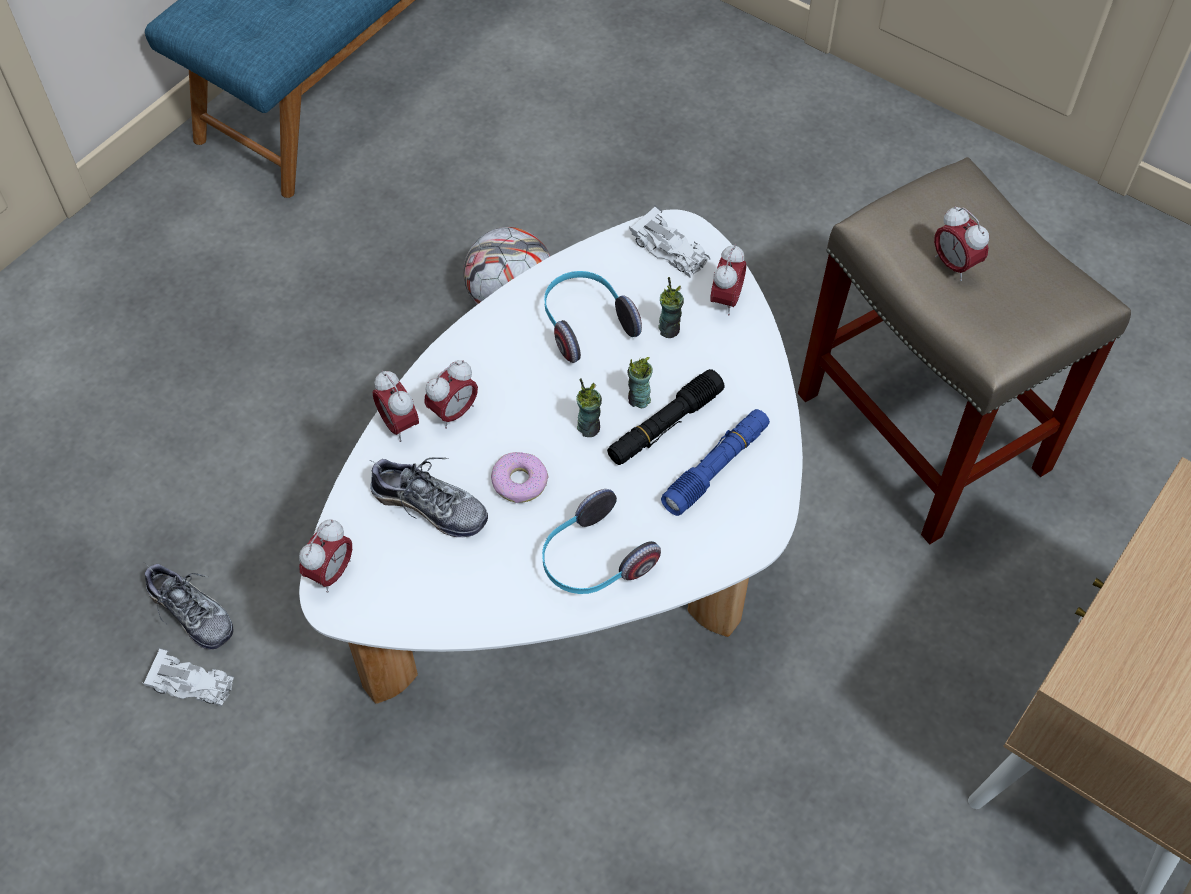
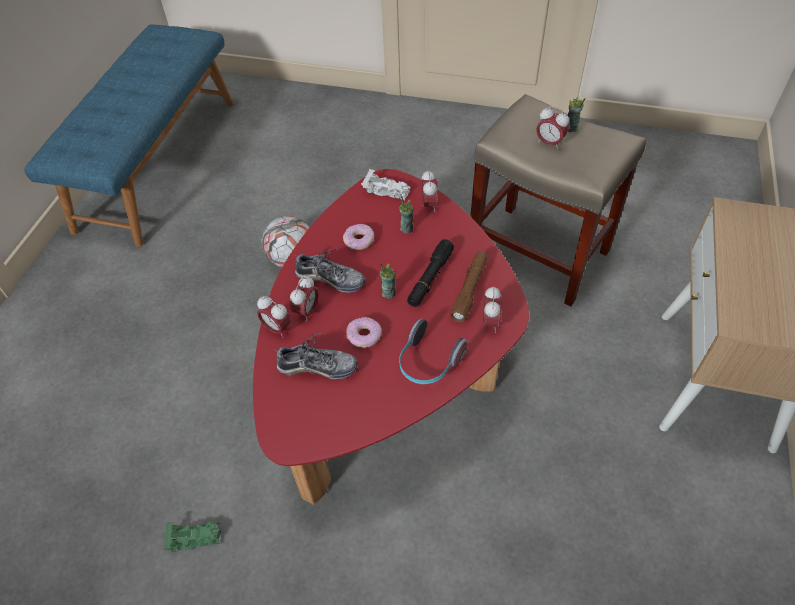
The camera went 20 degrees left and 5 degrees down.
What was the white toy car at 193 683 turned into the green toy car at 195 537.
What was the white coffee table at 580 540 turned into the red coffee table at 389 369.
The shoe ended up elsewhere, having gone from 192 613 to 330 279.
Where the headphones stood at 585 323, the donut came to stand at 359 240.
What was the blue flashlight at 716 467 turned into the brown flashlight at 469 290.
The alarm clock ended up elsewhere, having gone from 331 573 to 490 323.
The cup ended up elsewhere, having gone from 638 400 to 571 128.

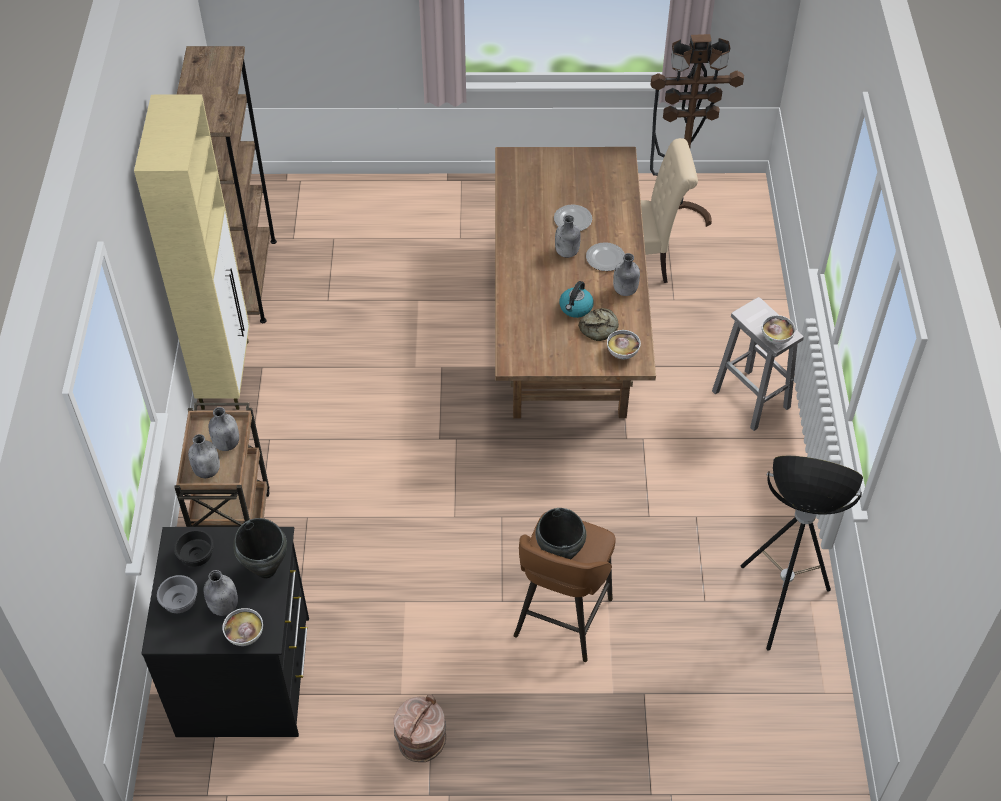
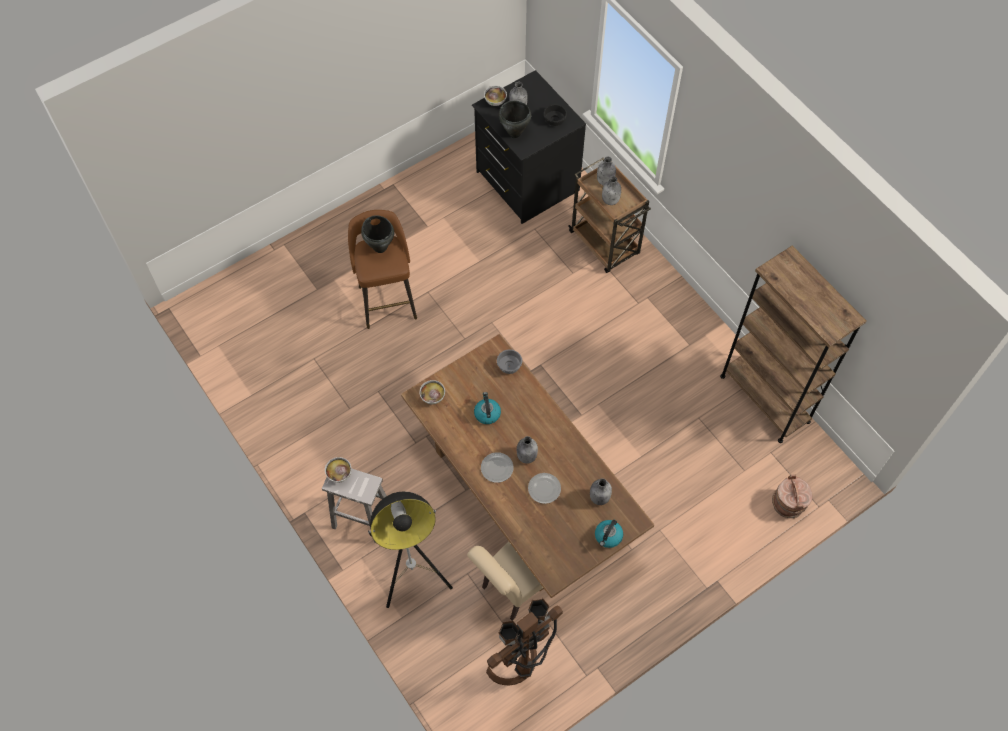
The camera went 145 degrees right and 10 degrees up.
The floor lamp ended up elsewhere, having gone from 778 604 to 413 575.
The grey bowl ended up elsewhere, having gone from 179 601 to 510 366.
The grey bottle ended up elsewhere, having gone from 625 291 to 599 497.
The second view gained the kettle at 608 536.
The brown bucket ended up elsewhere, having gone from 421 740 to 788 504.
The second view lost the beige cabinet at 226 373.
The second view lost the bread at 600 328.

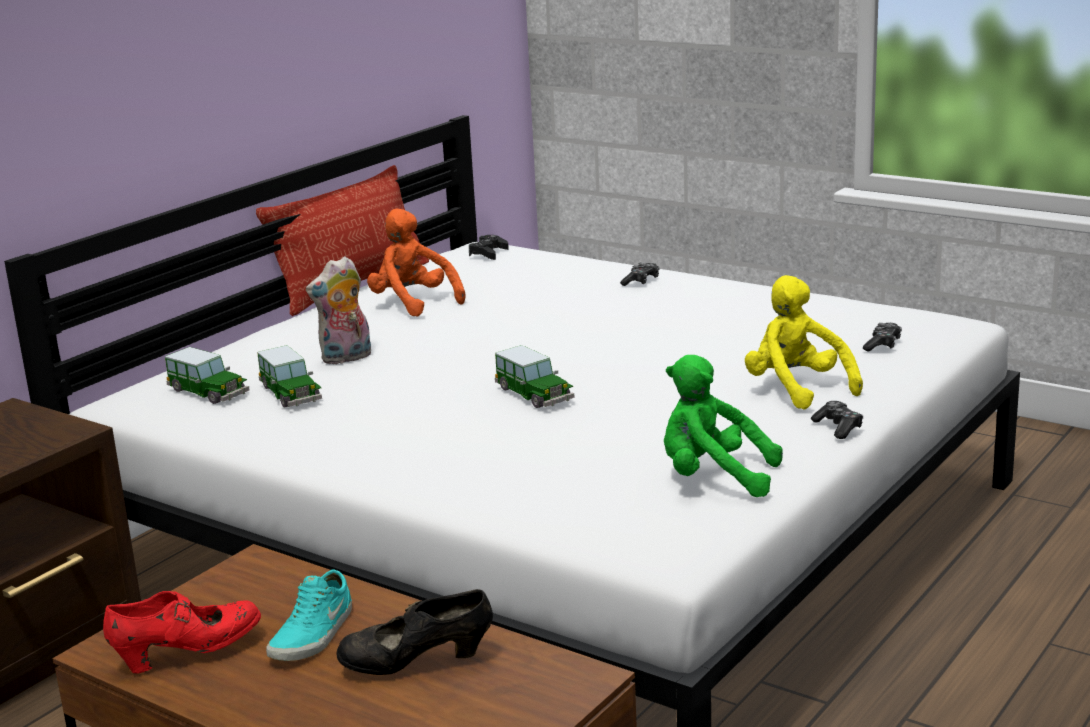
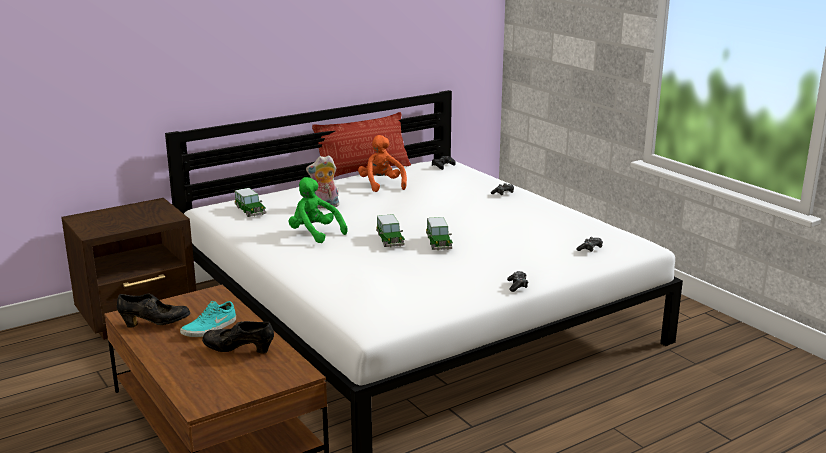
The camera went 20 degrees right and 0 degrees up.
What was the red shoe at 189 654 turned into the black shoe at 155 324.
The green plush toy ended up elsewhere, having gone from 713 478 to 314 234.
The toy car ended up elsewhere, having gone from 290 394 to 438 243.
The second view lost the yellow plush toy at 796 389.

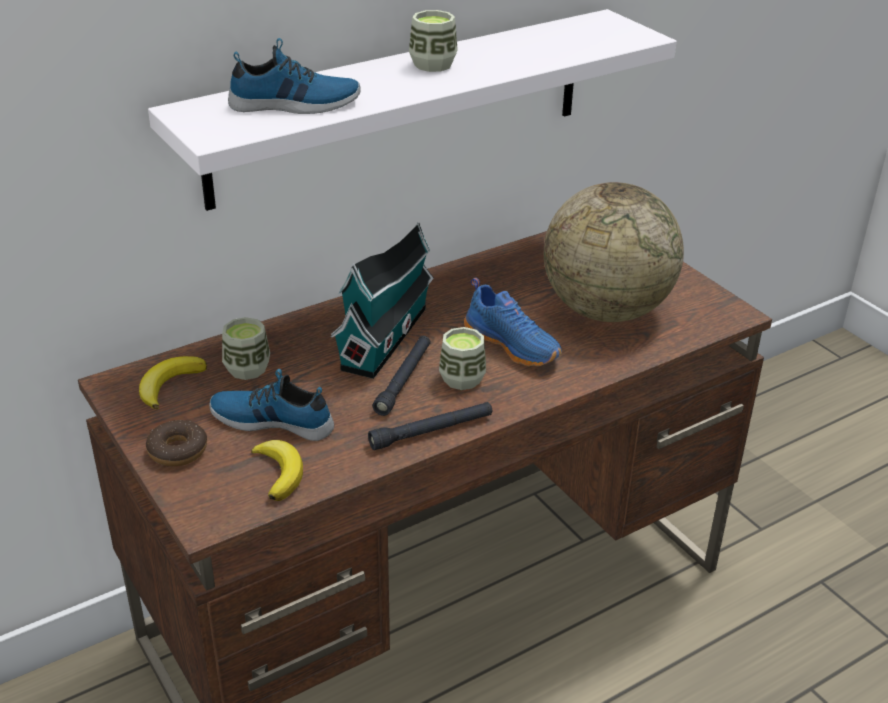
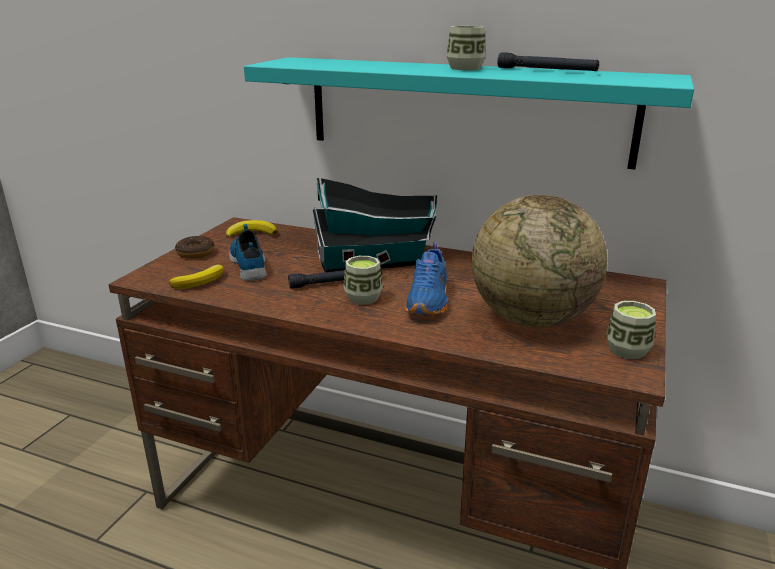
The camera went 55 degrees right and 10 degrees down.
What was the white shelf at 401 106 turned into the turquoise shelf at 465 110.
The black flashlight ended up elsewhere, having gone from 431 431 to 546 70.
The cup ended up elsewhere, having gone from 247 369 to 627 350.
The second view lost the shoe at 295 104.

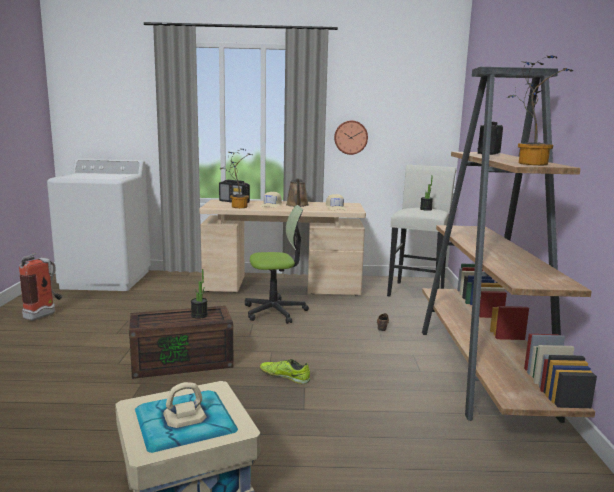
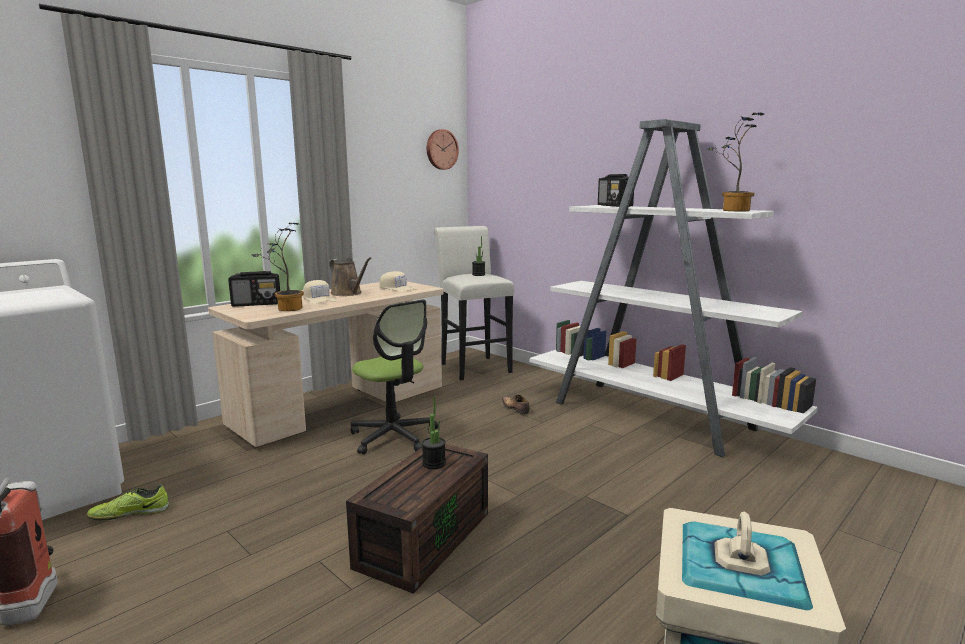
The camera went 45 degrees left and 0 degrees up.
The shoe ended up elsewhere, having gone from 284 376 to 130 514.
The office chair at 275 311 ended up facing another way, 105 degrees clockwise from before.
The wall clock ended up elsewhere, having gone from 350 137 to 441 149.
What was the brown bookcase at 482 372 turned into the white bookcase at 654 416.

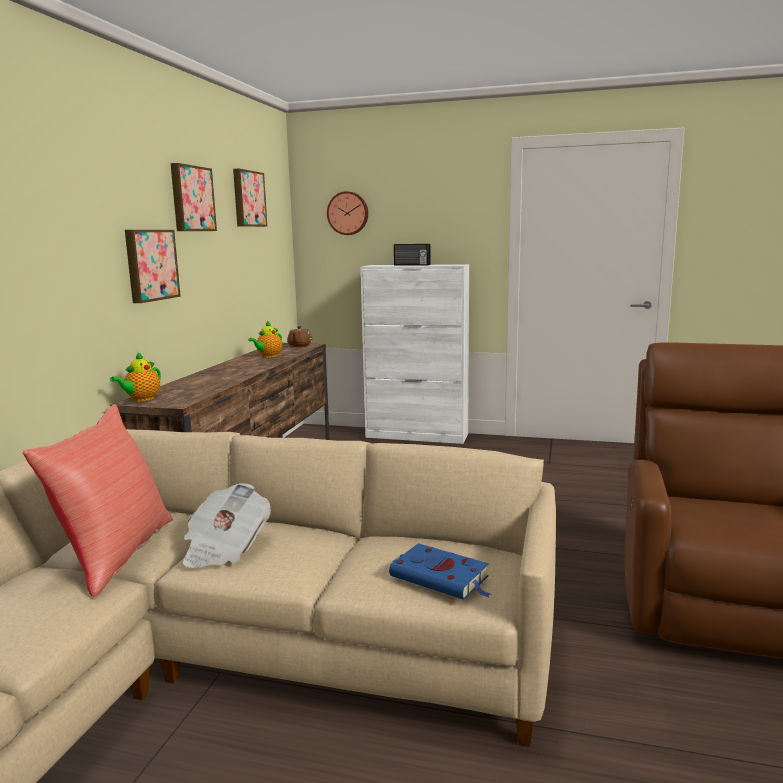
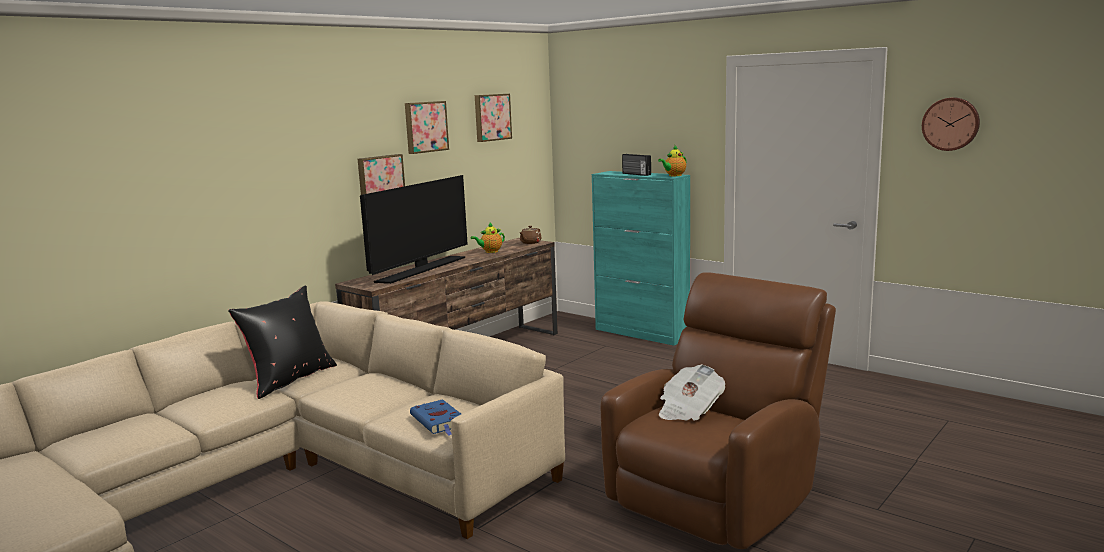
The camera went 25 degrees right and 0 degrees up.
What was the red pillow at 115 554 turned into the black pillow at 289 379.
The second view gained the television at 421 270.
What was the white cabinet at 417 436 turned into the turquoise cabinet at 642 333.
The teapot ended up elsewhere, having gone from 141 399 to 674 175.
The newspaper ended up elsewhere, having gone from 225 548 to 688 410.
The wall clock ended up elsewhere, having gone from 348 213 to 951 124.

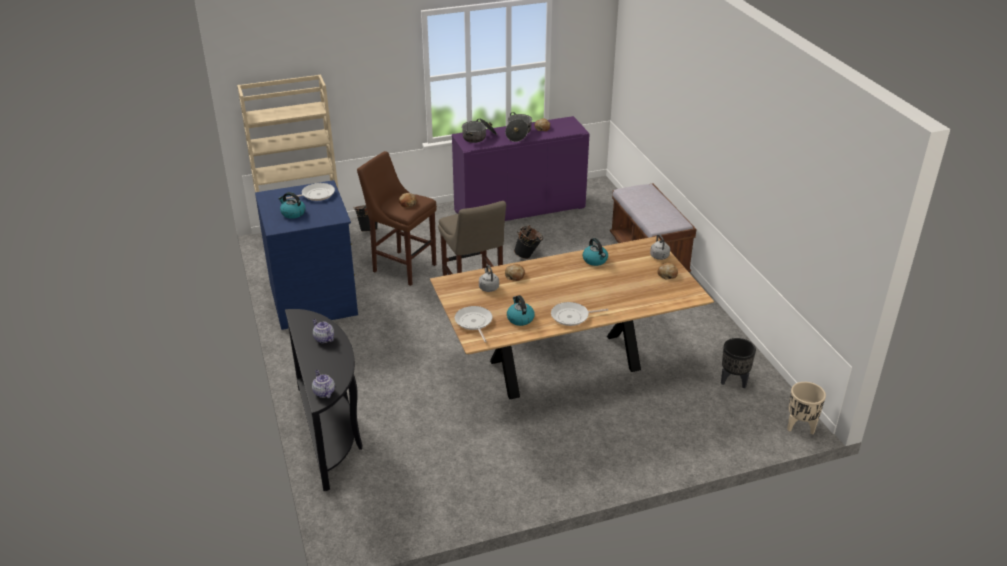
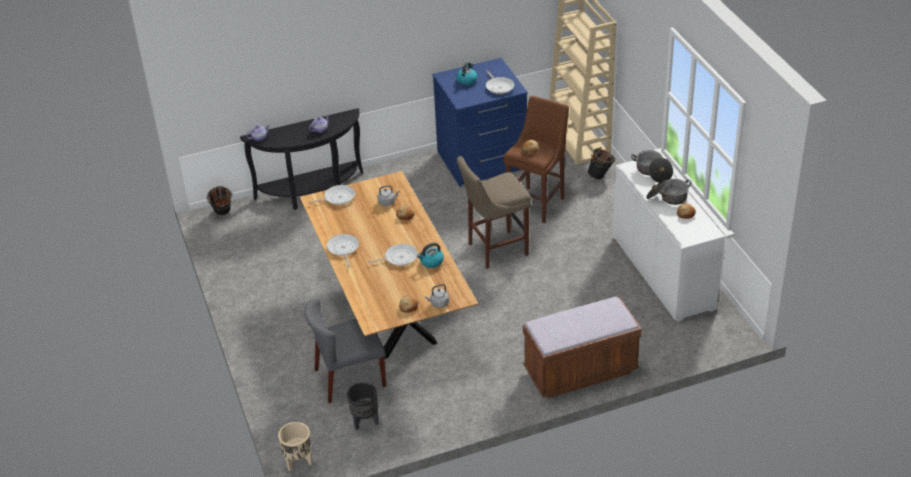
The camera went 90 degrees right and 5 degrees up.
The black bucket ended up elsewhere, having gone from 528 256 to 222 214.
The second view gained the grey chair at 349 378.
The second view gained the frying pan at 399 257.
What was the purple cabinet at 519 209 turned into the white cabinet at 662 272.
The second view lost the kettle at 520 318.

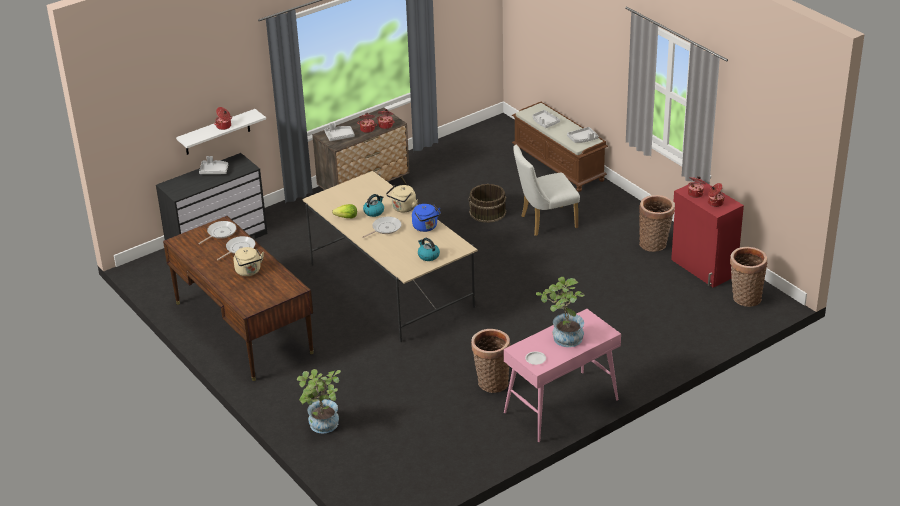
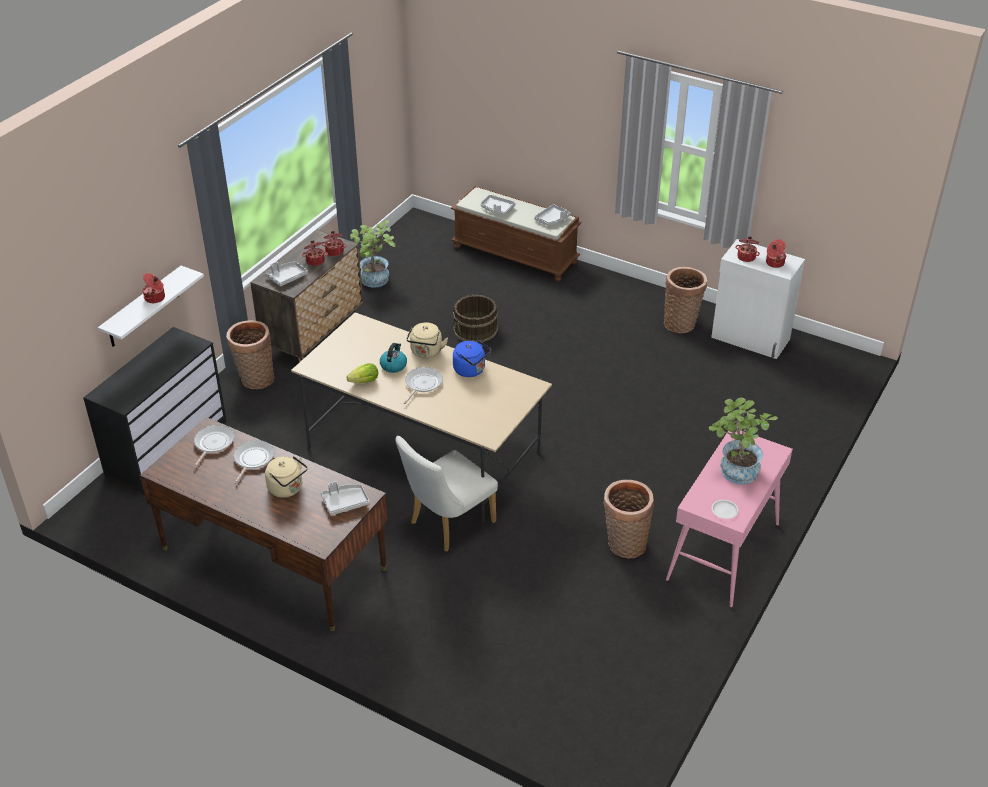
The camera went 25 degrees left and 5 degrees up.
The basket ended up elsewhere, having gone from 744 298 to 255 379.
The grey tray ended up elsewhere, having gone from 214 171 to 345 502.
The potted plant ended up elsewhere, having gone from 322 427 to 375 282.
The white chair ended up elsewhere, having gone from 544 222 to 447 525.
What was the red cabinet at 703 268 turned into the white cabinet at 750 339.
The second view lost the kettle at 428 256.

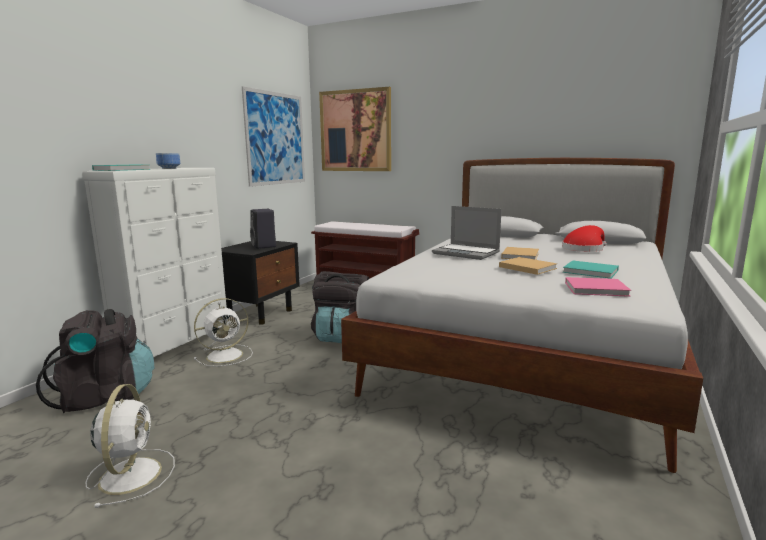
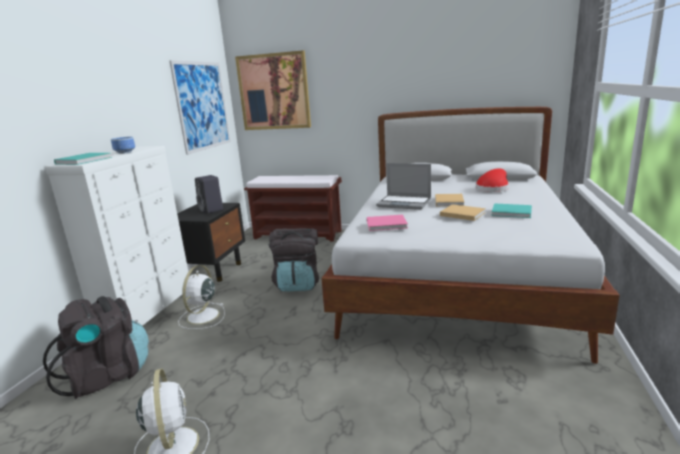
The camera went 10 degrees left and 5 degrees up.
The white fan at 226 355 ended up facing another way, 150 degrees clockwise from before.
The pink book ended up elsewhere, having gone from 598 289 to 388 224.

